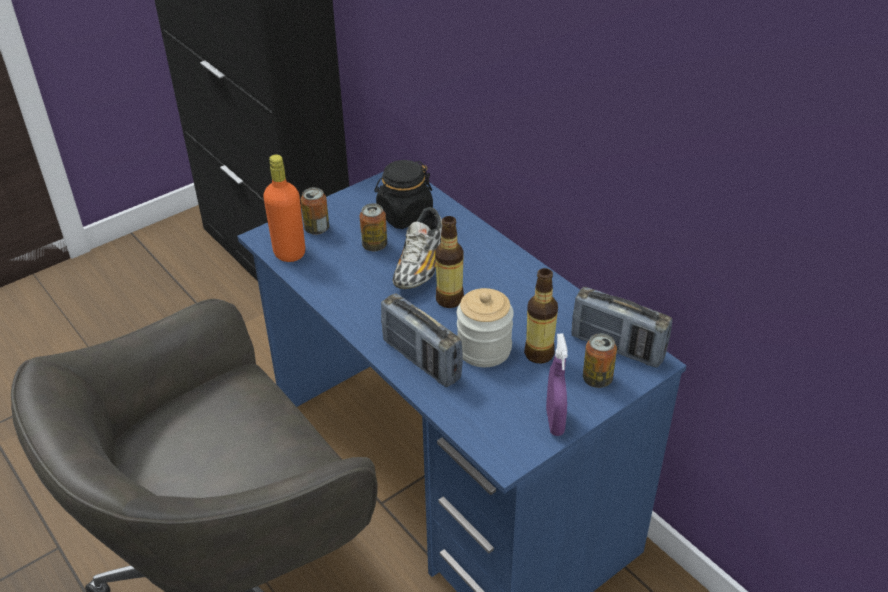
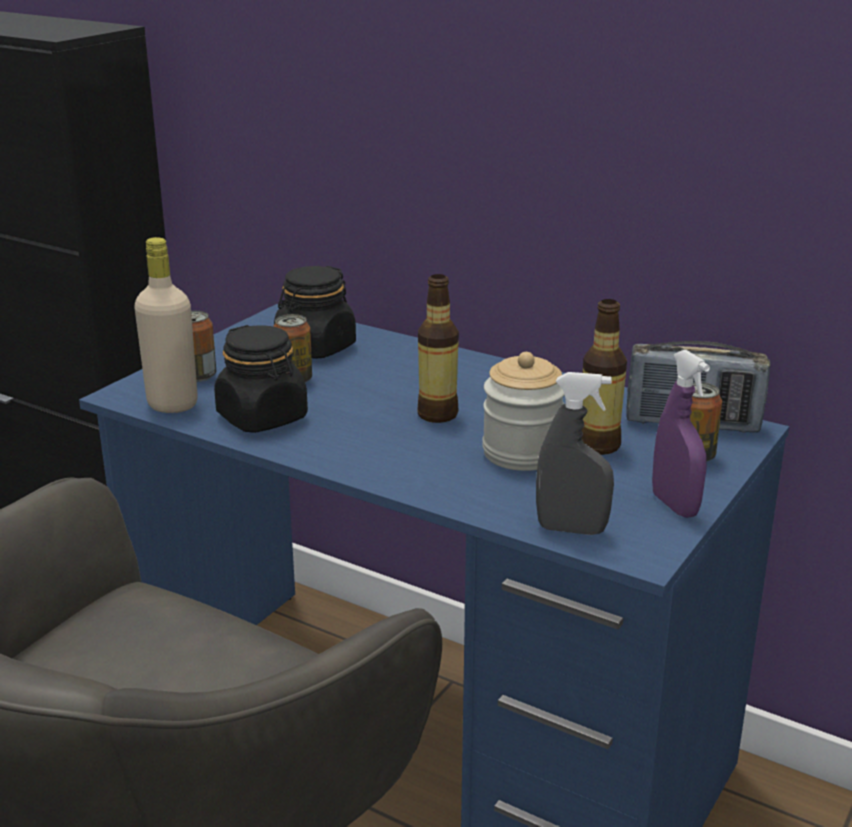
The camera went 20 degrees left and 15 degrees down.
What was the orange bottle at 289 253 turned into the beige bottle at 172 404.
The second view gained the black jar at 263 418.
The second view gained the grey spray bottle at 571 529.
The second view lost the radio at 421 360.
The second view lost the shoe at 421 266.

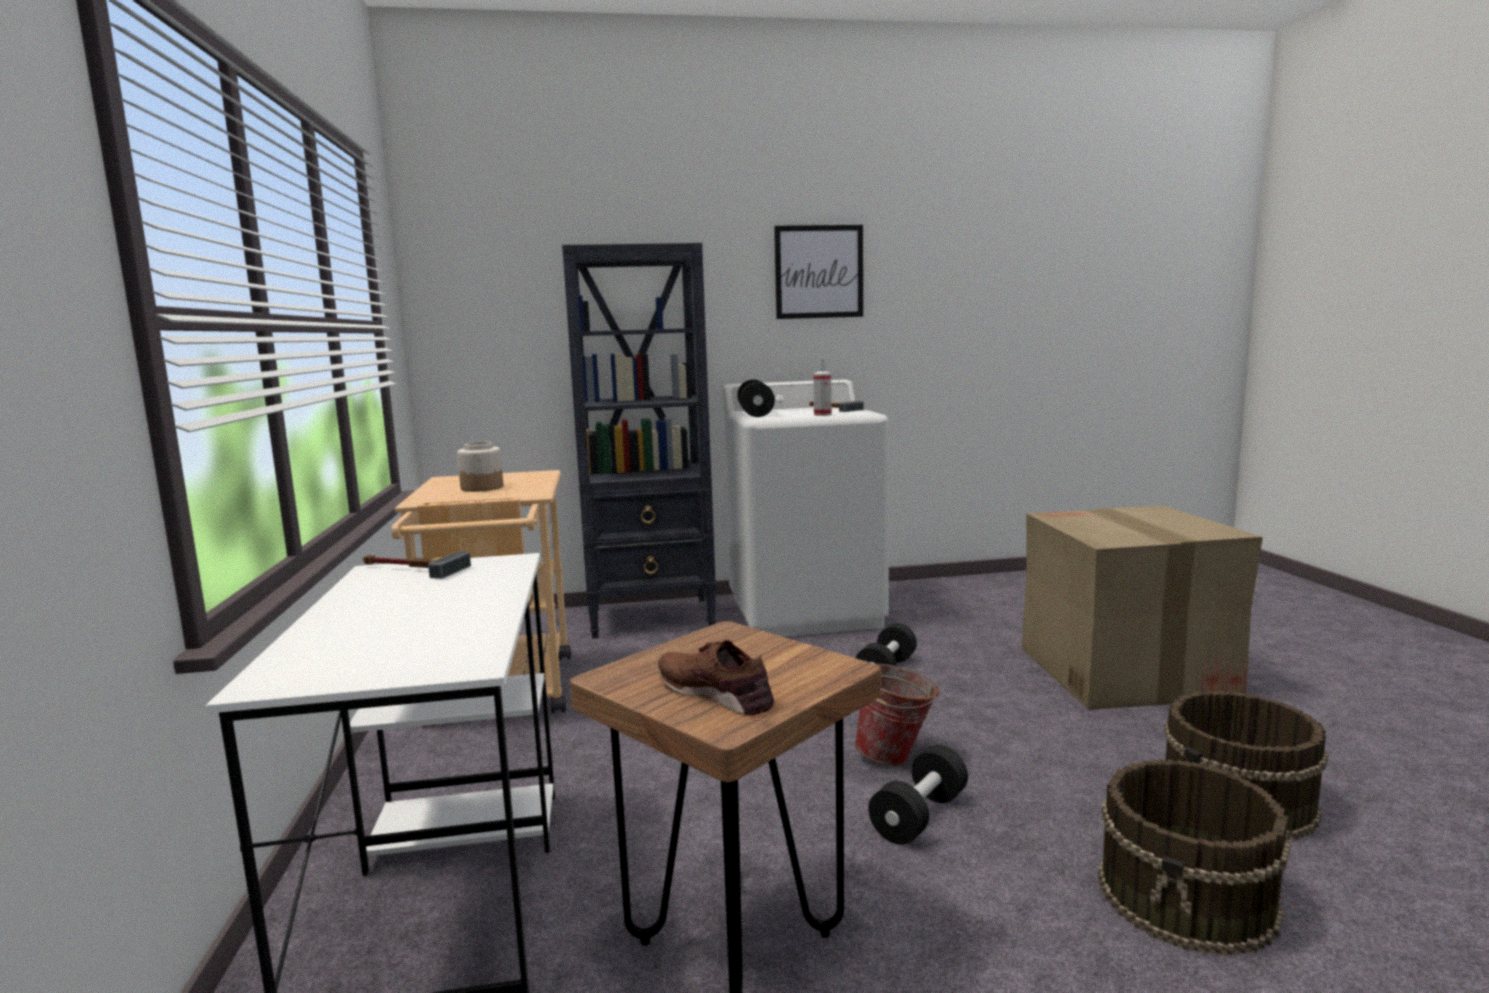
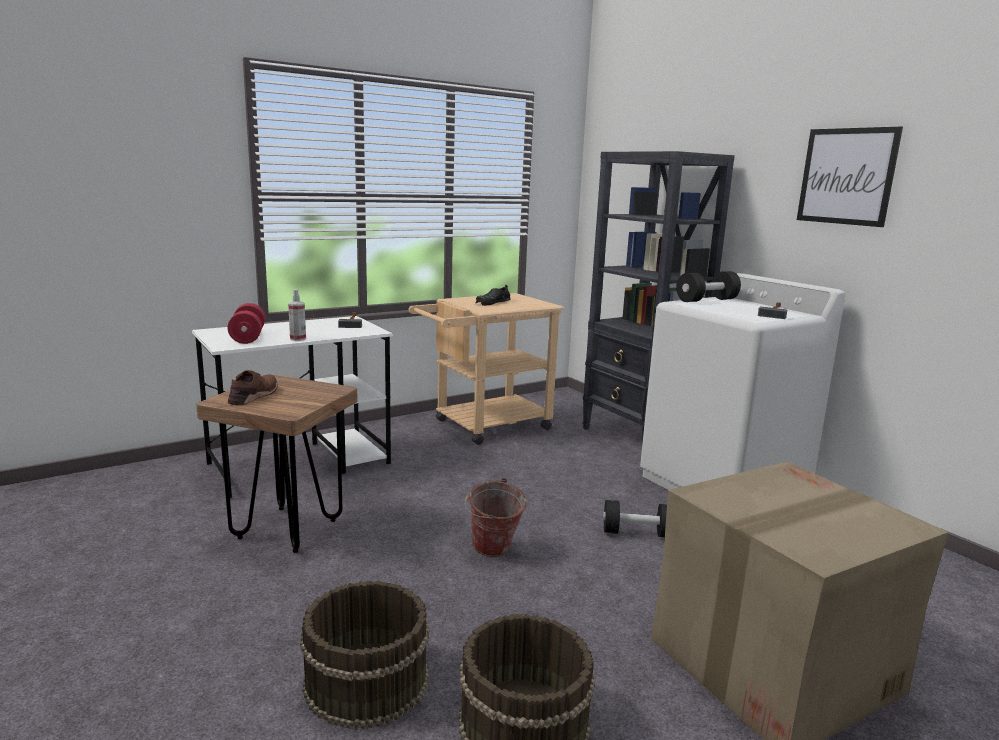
The camera went 65 degrees right and 5 degrees up.
The second view gained the red dumbbell at 248 337.
The spray bottle ended up elsewhere, having gone from 822 415 to 298 339.
Where the jar stood at 482 487, the black shoe came to stand at 492 302.
The second view lost the black dumbbell at 919 816.

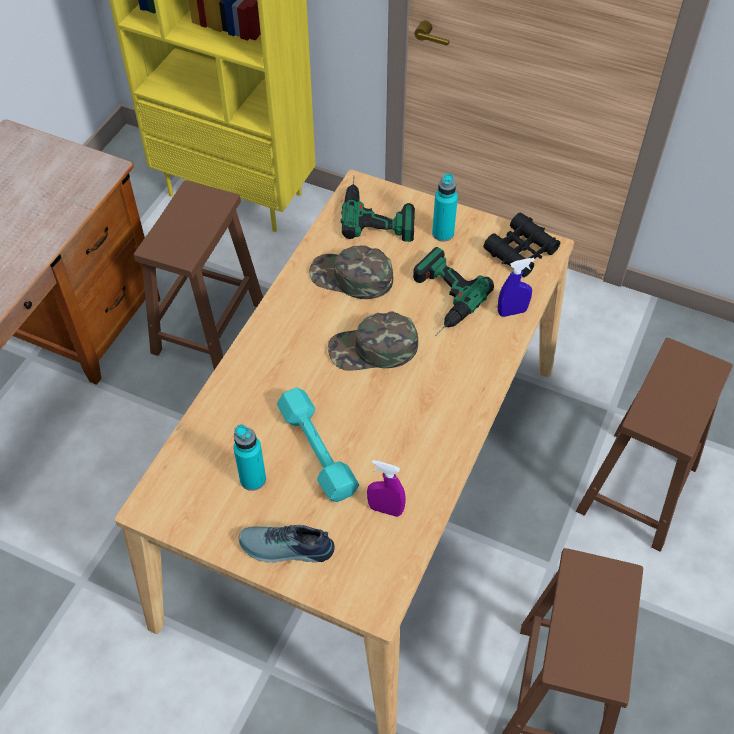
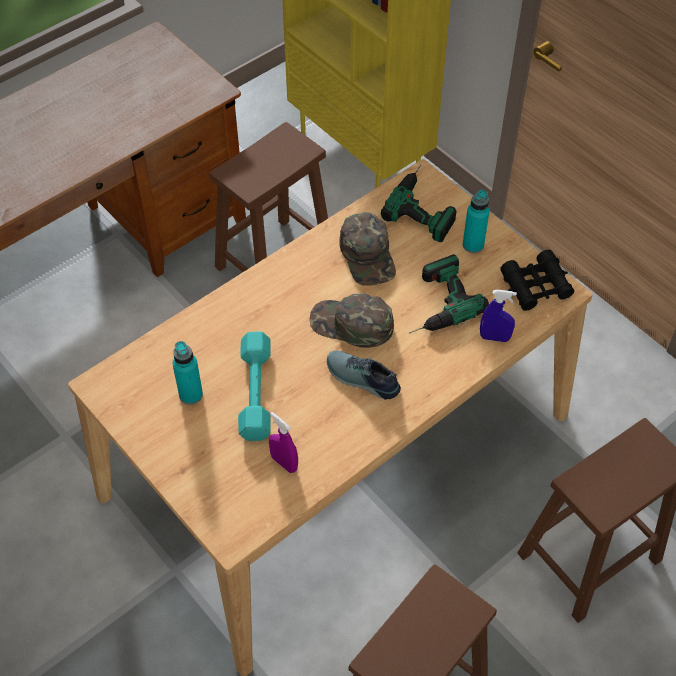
The camera went 25 degrees right and 0 degrees up.
The shoe ended up elsewhere, having gone from 286 549 to 361 379.
The green cap at 351 277 ended up facing another way, 150 degrees counterclockwise from before.

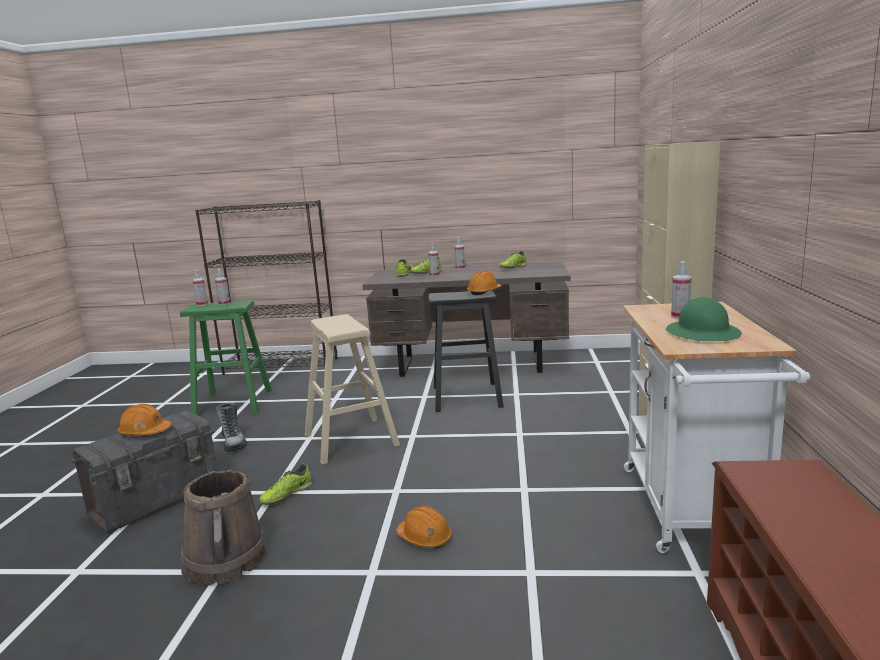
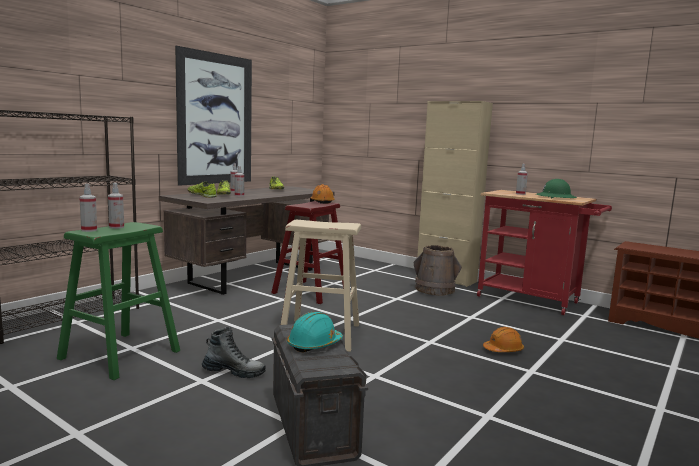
The camera went 60 degrees left and 5 degrees down.
The second view gained the picture at 215 119.
What was the black stool at 466 396 turned into the red stool at 310 292.
What was the orange hard hat at 145 432 turned into the turquoise hard hat at 314 345.
The brown bucket ended up elsewhere, having gone from 225 561 to 435 290.
What was the white cart at 693 513 turned into the red cart at 534 301.
The second view lost the shoe at 286 495.

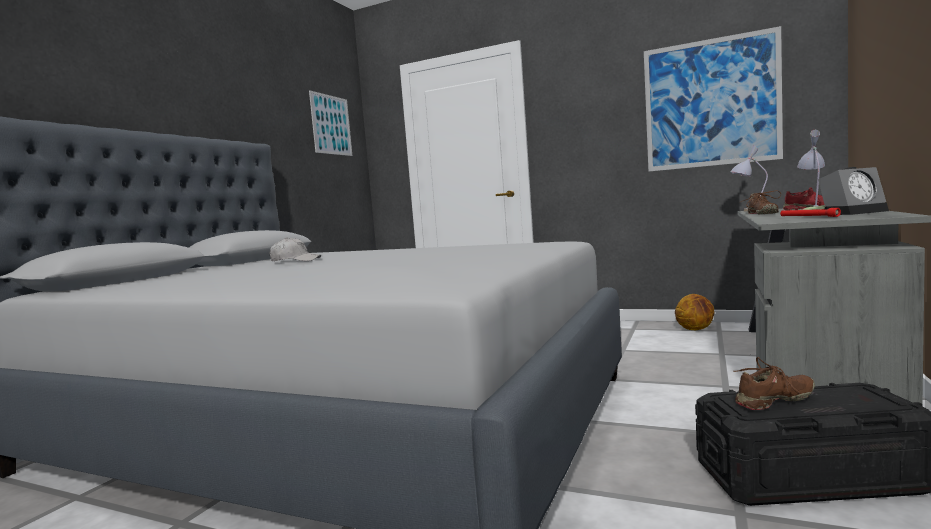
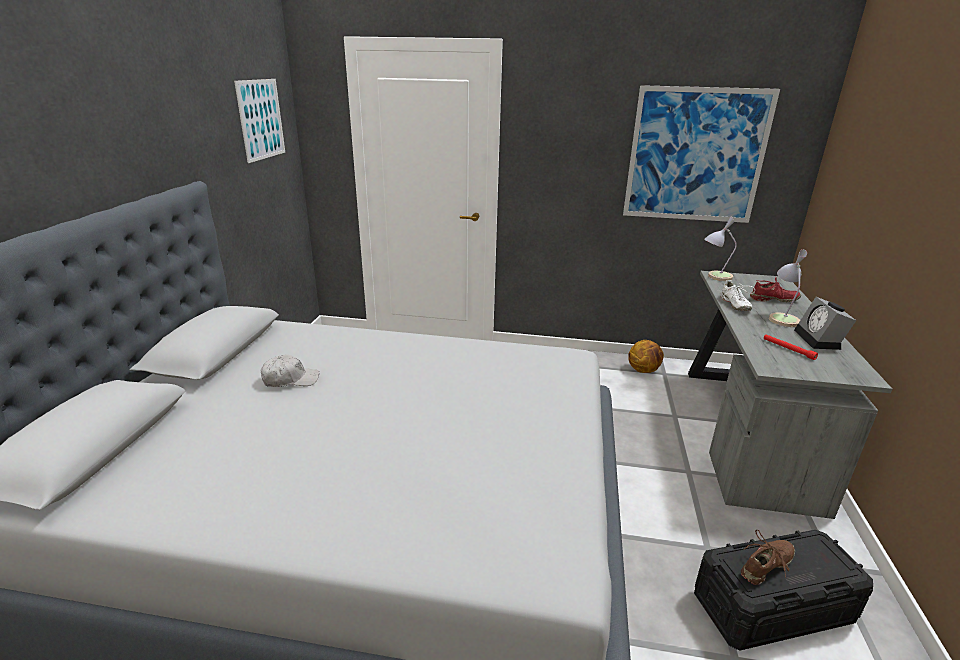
The camera went 15 degrees left and 20 degrees up.
What was the brown shoe at 761 214 turned into the white shoe at 734 305.
The alarm clock at 853 212 ended up facing another way, 120 degrees clockwise from before.

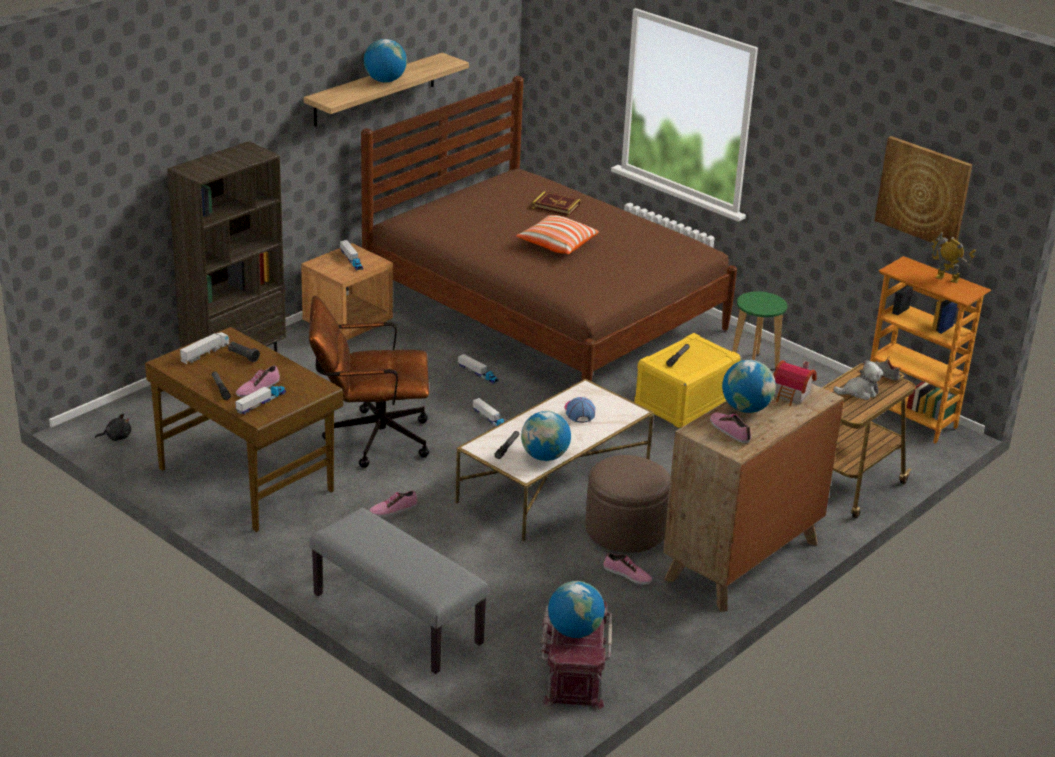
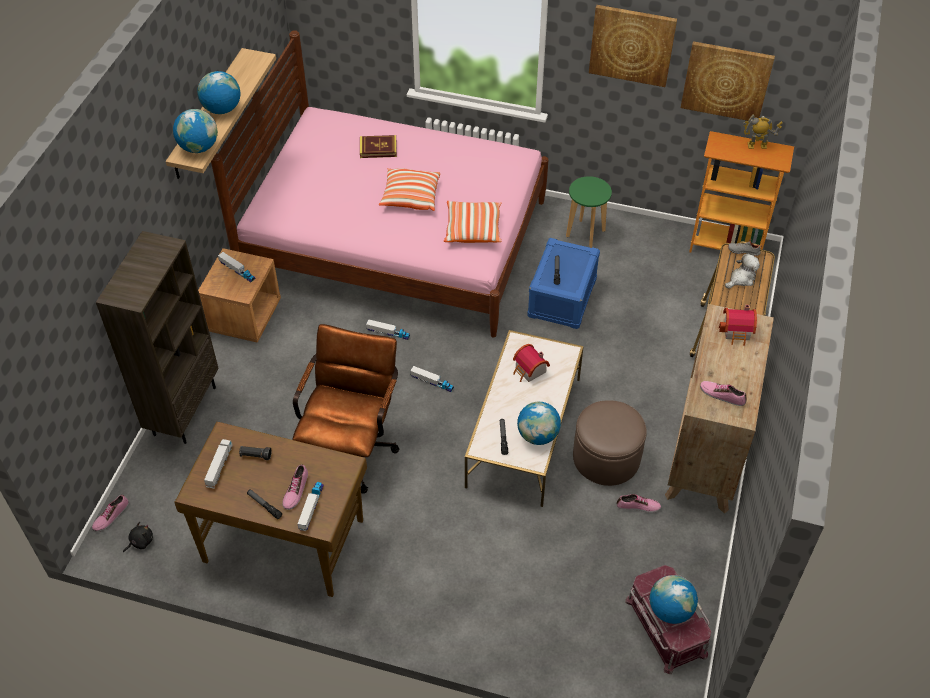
The camera went 25 degrees left and 20 degrees up.
The shoe ended up elsewhere, having gone from 393 509 to 111 516.
The globe ended up elsewhere, having gone from 746 408 to 199 147.
What was the brown bed at 545 314 turned into the pink bed at 396 241.
The brown office chair at 369 438 ended up facing another way, 135 degrees clockwise from before.
The second view gained the pillow at 473 229.
Where the cap stood at 579 412, the toy house came to stand at 529 371.
What was the yellow storage box at 685 403 turned into the blue storage box at 562 298.
The second view gained the picture at 632 45.
The second view lost the grey bench at 396 619.

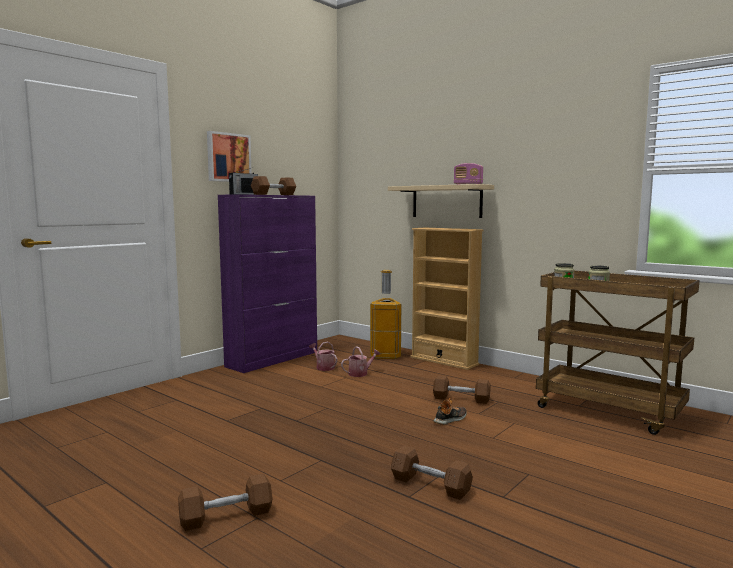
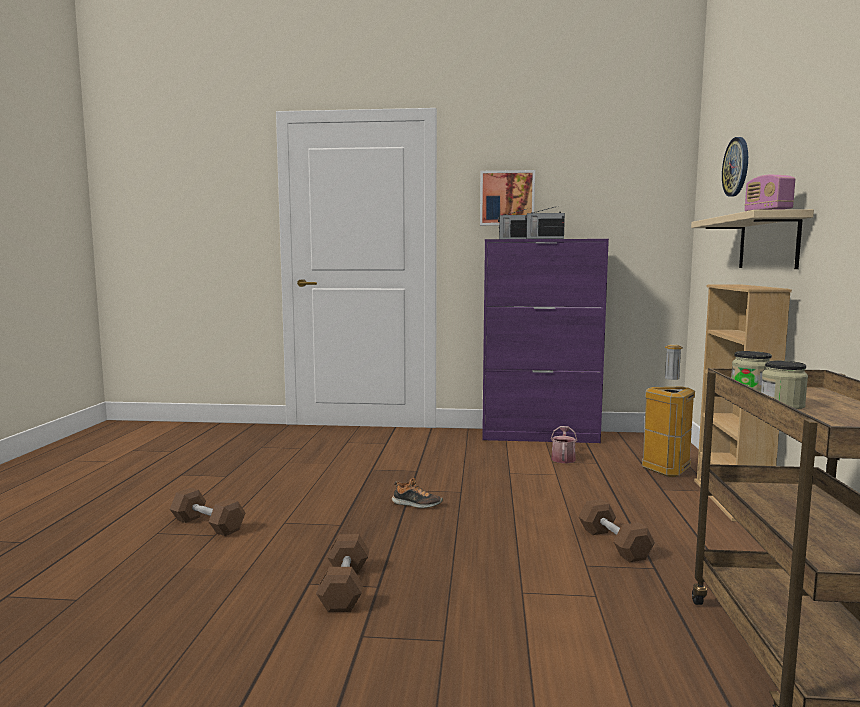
The camera went 55 degrees right and 0 degrees up.
The shoe ended up elsewhere, having gone from 451 419 to 416 504.
Where the brown dumbbell stood at 274 194, the radio came to stand at 544 238.
The second view gained the wall clock at 736 167.
The second view lost the watering can at 360 373.

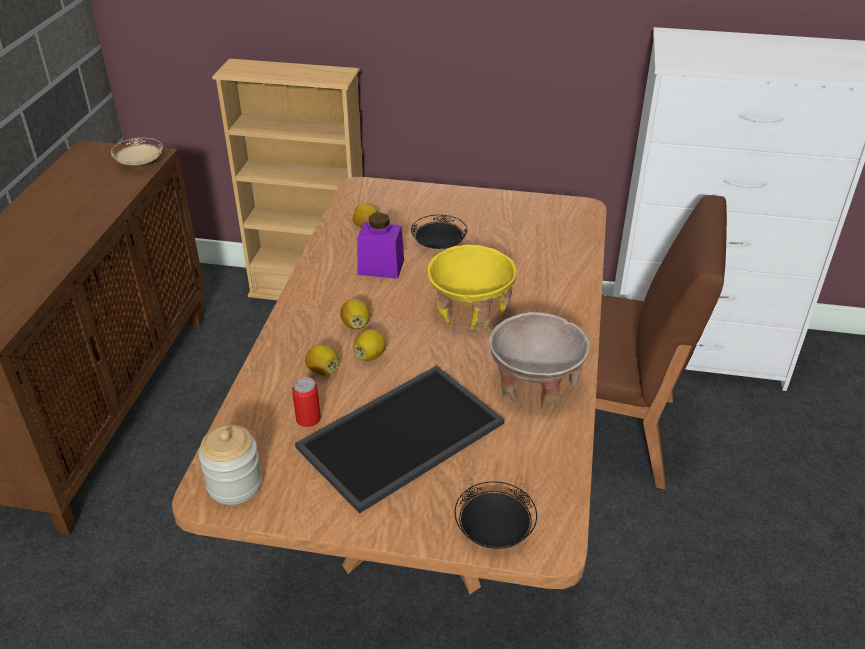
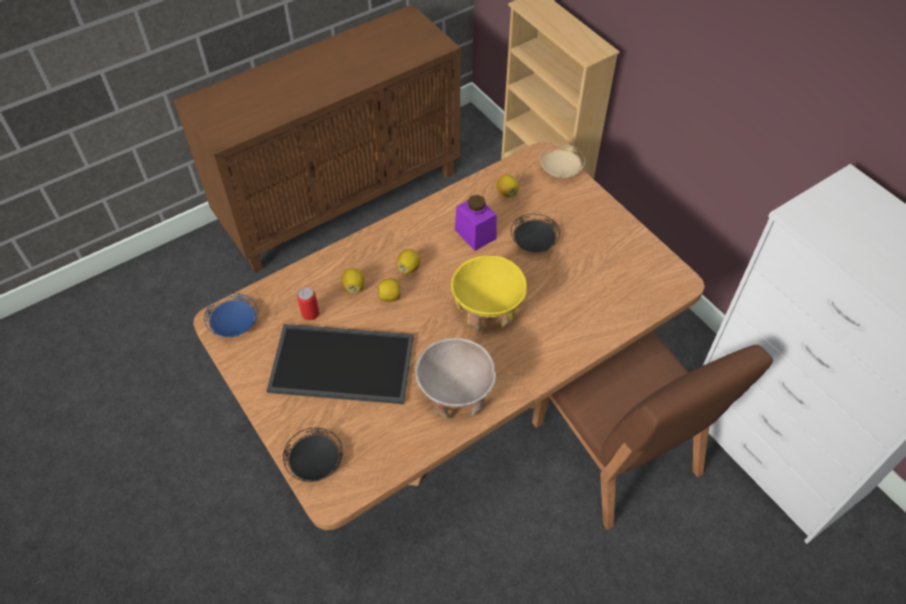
The camera went 45 degrees right and 15 degrees up.
Where the jar stood at 235 484, the blue plate came to stand at 234 324.
The beige plate ended up elsewhere, having gone from 140 164 to 560 170.

